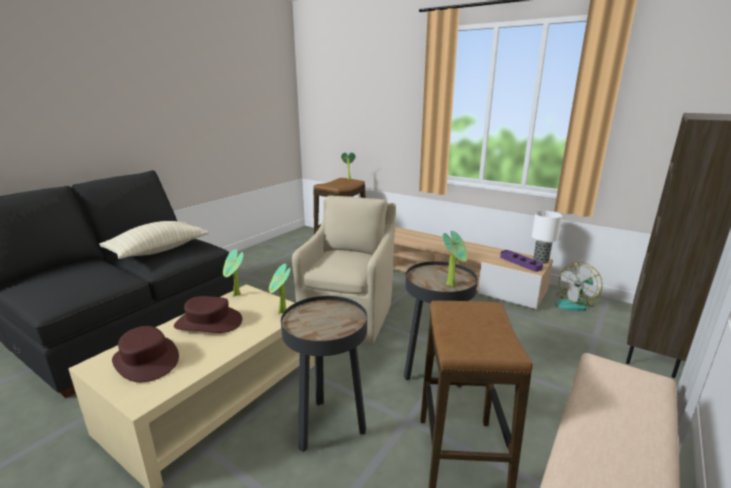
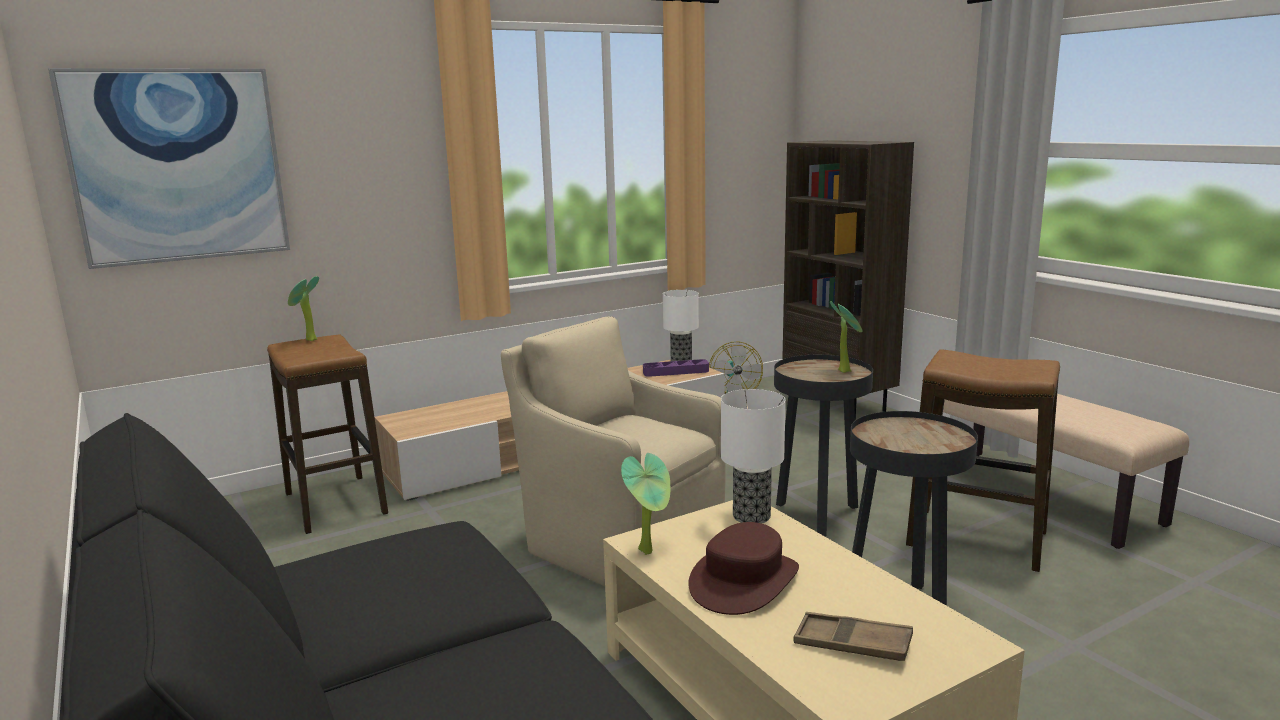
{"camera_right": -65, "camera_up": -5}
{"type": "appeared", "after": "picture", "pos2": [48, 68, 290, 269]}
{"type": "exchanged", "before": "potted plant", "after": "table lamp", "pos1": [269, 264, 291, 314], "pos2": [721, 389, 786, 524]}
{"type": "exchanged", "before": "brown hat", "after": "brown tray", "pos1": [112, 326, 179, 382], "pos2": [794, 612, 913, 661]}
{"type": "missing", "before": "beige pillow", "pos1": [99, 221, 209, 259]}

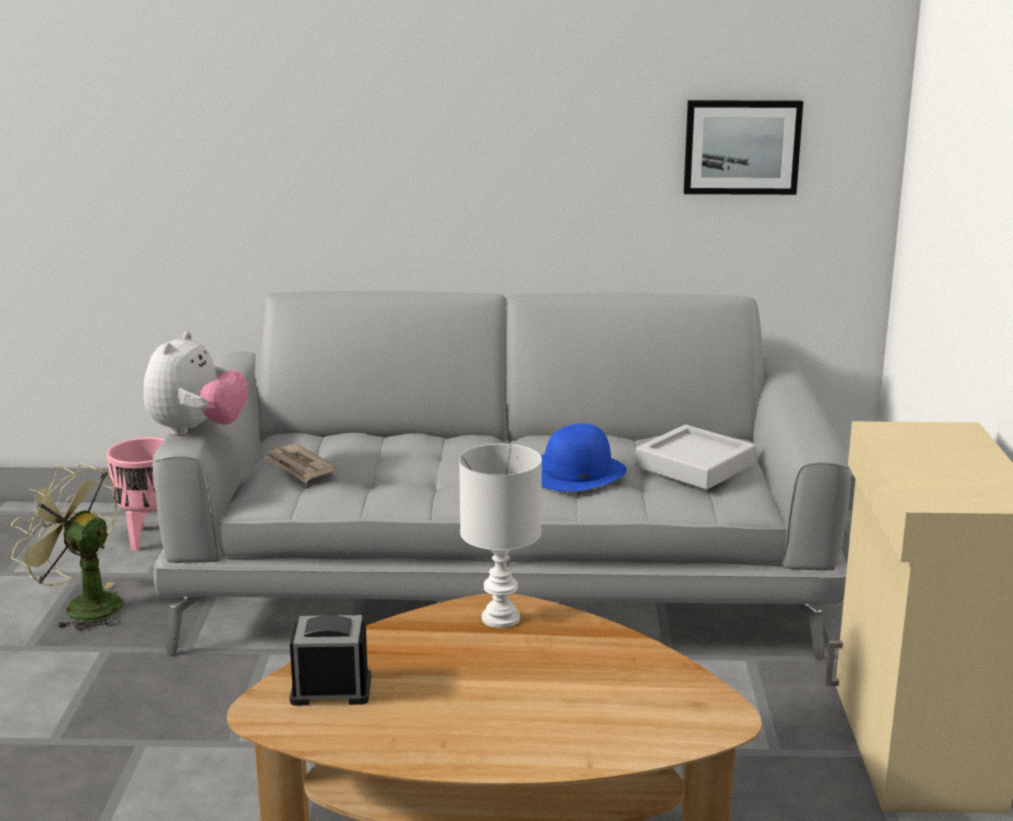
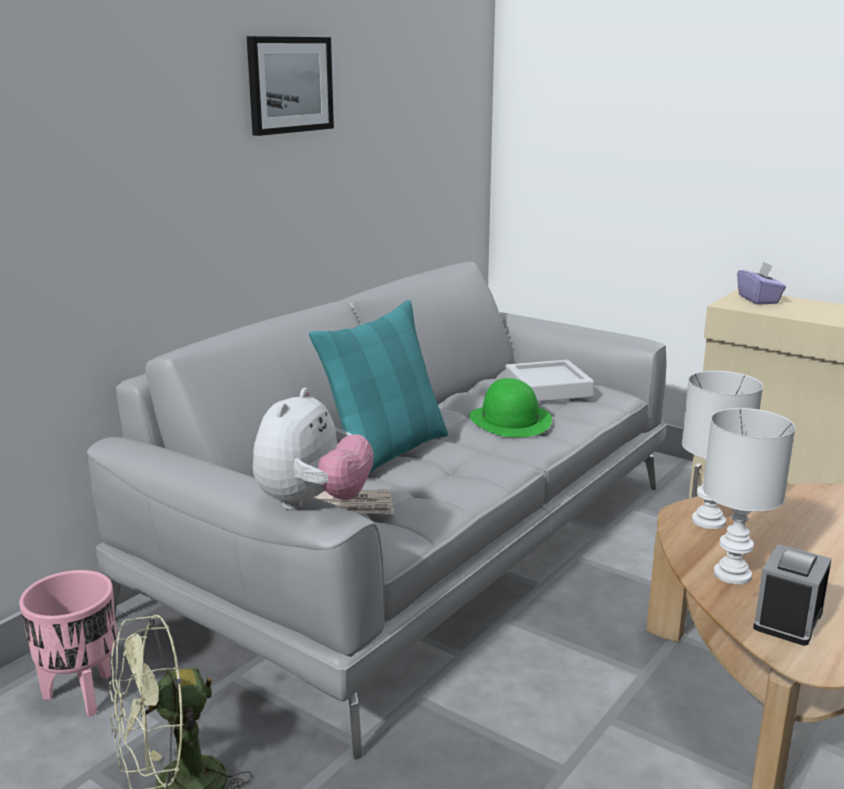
{"camera_right": -55, "camera_up": 0}
{"type": "relocated", "before": "picture", "pos1": [684, 100, 803, 195], "pos2": [247, 36, 334, 136]}
{"type": "spun", "before": "plush toy", "pos1": [143, 331, 248, 436], "pos2": [253, 388, 374, 510], "turn": 60}
{"type": "appeared", "after": "turquoise pillow", "pos2": [309, 300, 448, 474]}
{"type": "colour", "before": "blue hat", "after": "green hat", "pos1": [541, 423, 627, 492], "pos2": [469, 378, 552, 437]}
{"type": "appeared", "after": "white table lamp", "pos2": [703, 408, 795, 584]}
{"type": "appeared", "after": "purple tissue box", "pos2": [737, 262, 786, 305]}

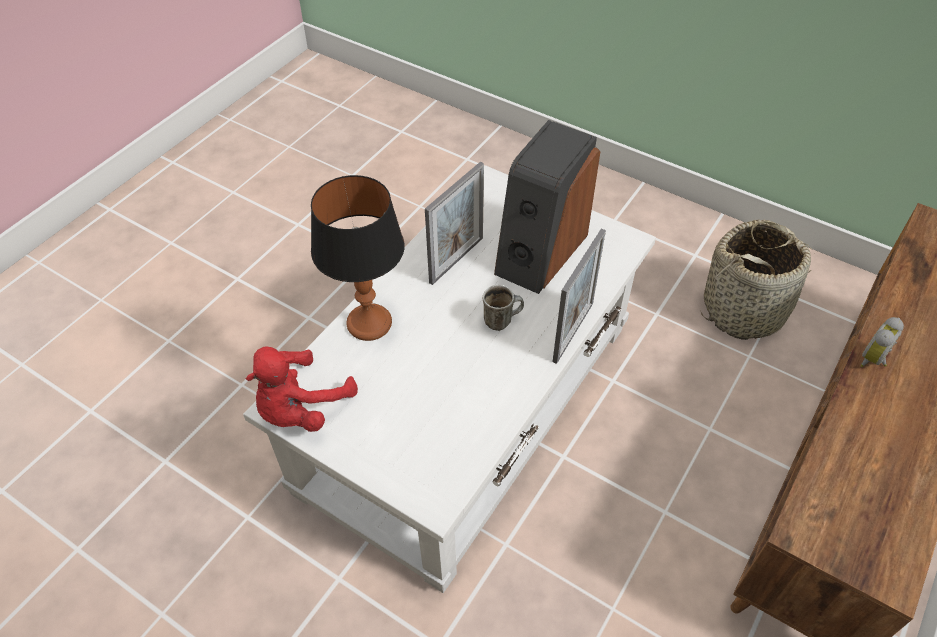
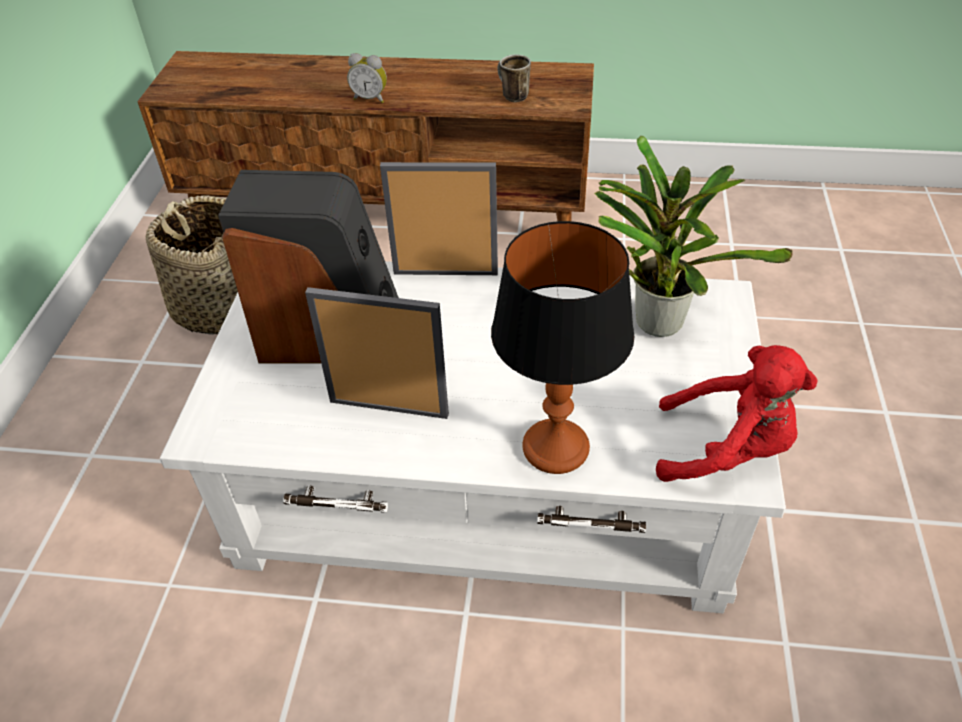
{"camera_right": -115, "camera_up": -5}
{"type": "relocated", "before": "mug", "pos1": [483, 285, 524, 331], "pos2": [497, 55, 531, 102]}
{"type": "appeared", "after": "potted plant", "pos2": [594, 136, 793, 337]}

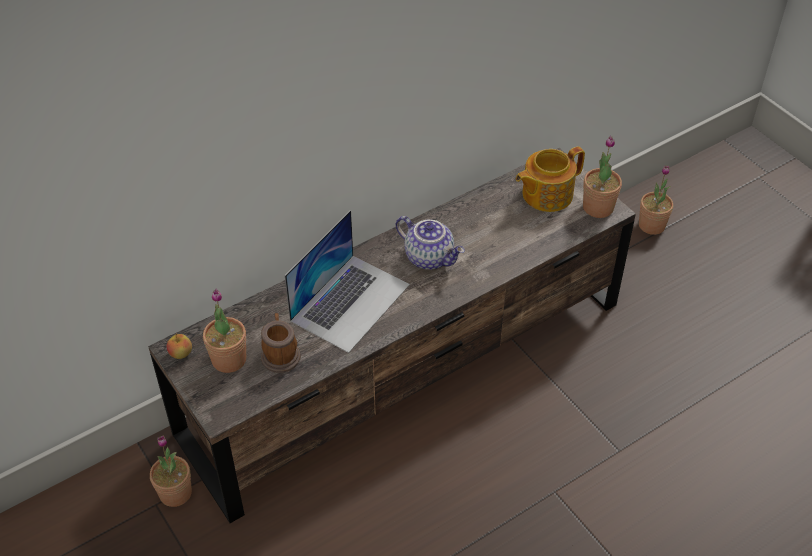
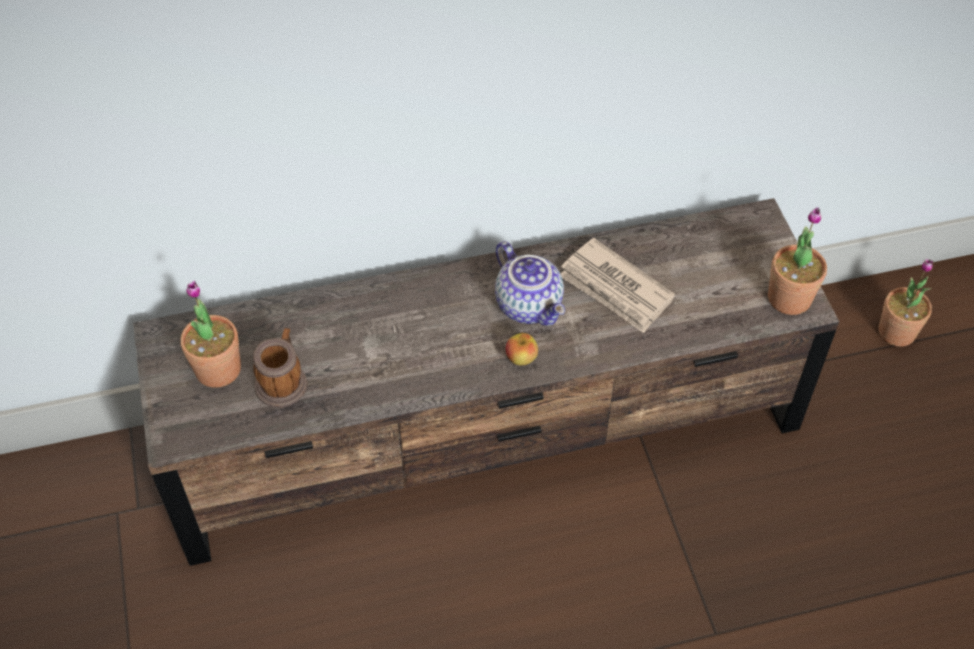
{"camera_right": 20, "camera_up": 5}
{"type": "relocated", "before": "apple", "pos1": [167, 333, 192, 359], "pos2": [506, 333, 538, 365]}
{"type": "appeared", "after": "newspaper", "pos2": [560, 238, 675, 333]}
{"type": "missing", "before": "potted plant", "pos1": [150, 436, 192, 507]}
{"type": "missing", "before": "laptop", "pos1": [285, 210, 410, 353]}
{"type": "missing", "before": "teapot", "pos1": [516, 146, 585, 212]}

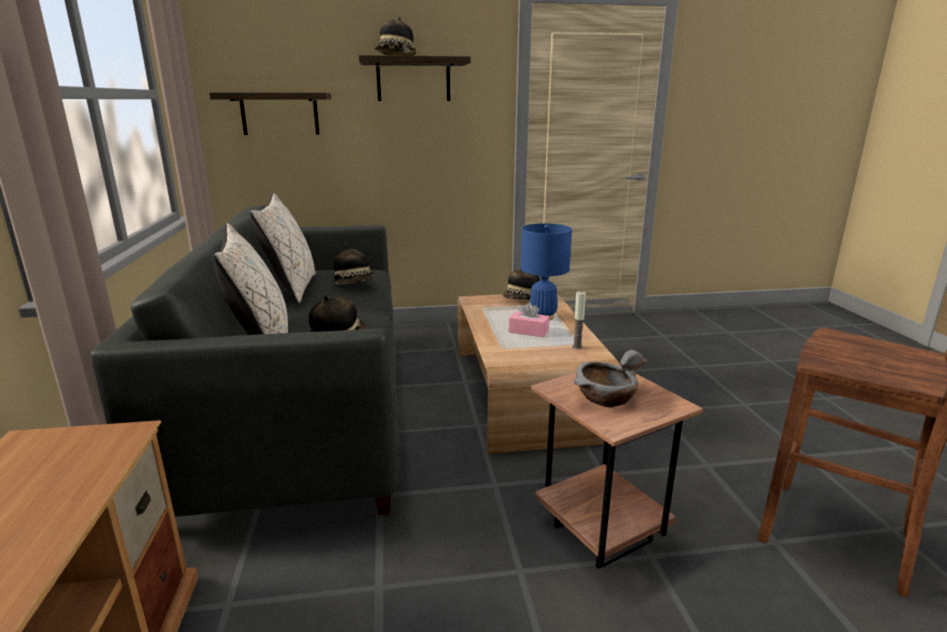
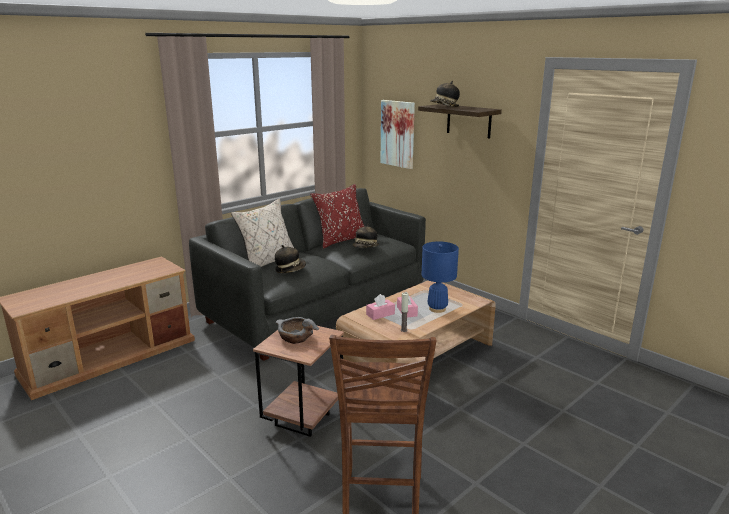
{"camera_right": 55, "camera_up": 0}
{"type": "colour", "before": "beige pillow", "after": "red pillow", "pos1": [250, 193, 316, 303], "pos2": [310, 184, 364, 248]}
{"type": "appeared", "after": "pink tissue box", "pos2": [366, 294, 395, 320]}
{"type": "exchanged", "before": "shelf", "after": "picture", "pos1": [209, 92, 331, 135], "pos2": [381, 100, 415, 169]}
{"type": "missing", "before": "hat", "pos1": [502, 268, 540, 300]}

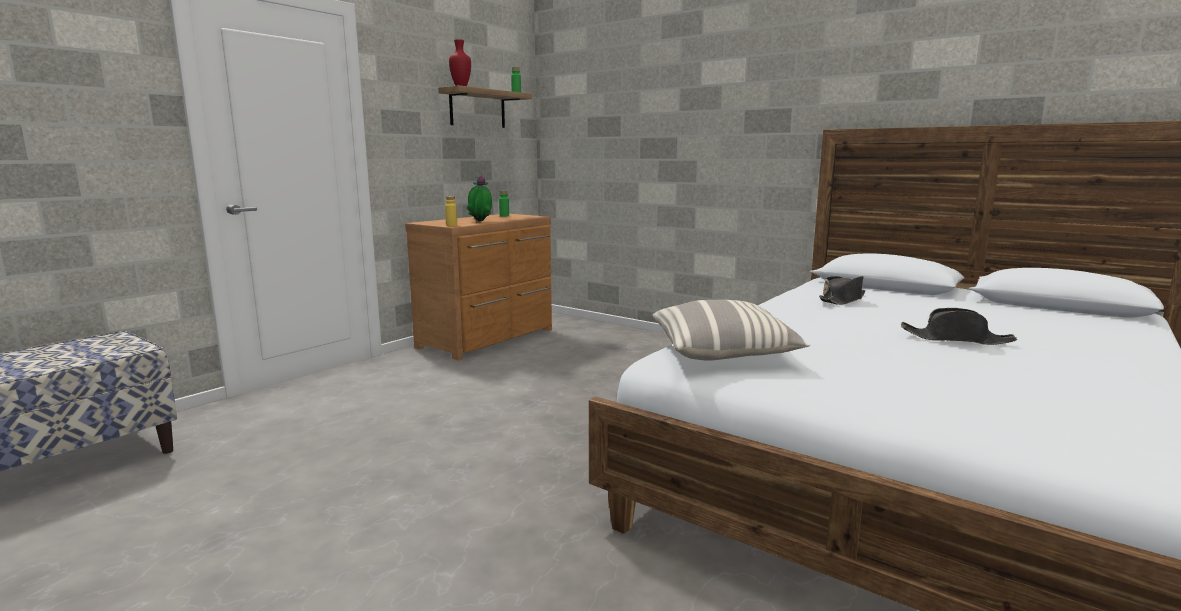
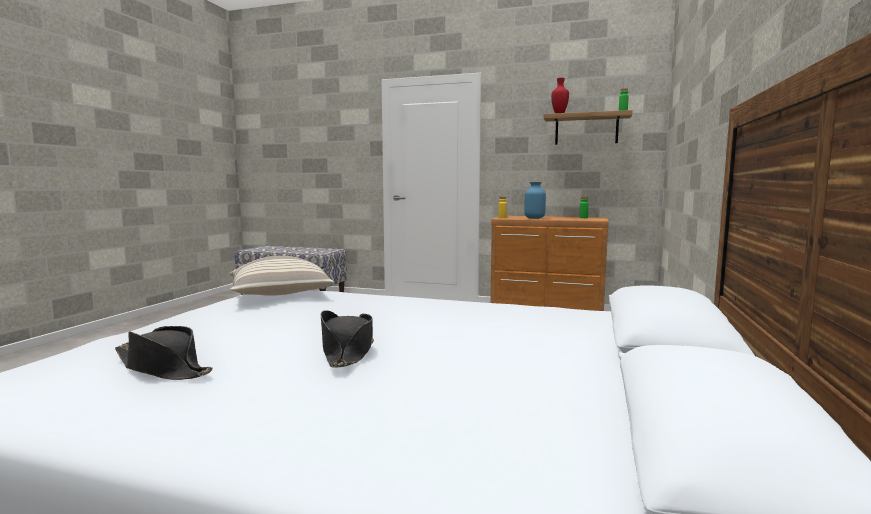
{"camera_right": 70, "camera_up": -5}
{"type": "relocated", "before": "black hat", "pos1": [819, 276, 865, 305], "pos2": [115, 326, 213, 380]}
{"type": "exchanged", "before": "potted plant", "after": "blue vase", "pos1": [466, 176, 492, 222], "pos2": [524, 182, 546, 219]}

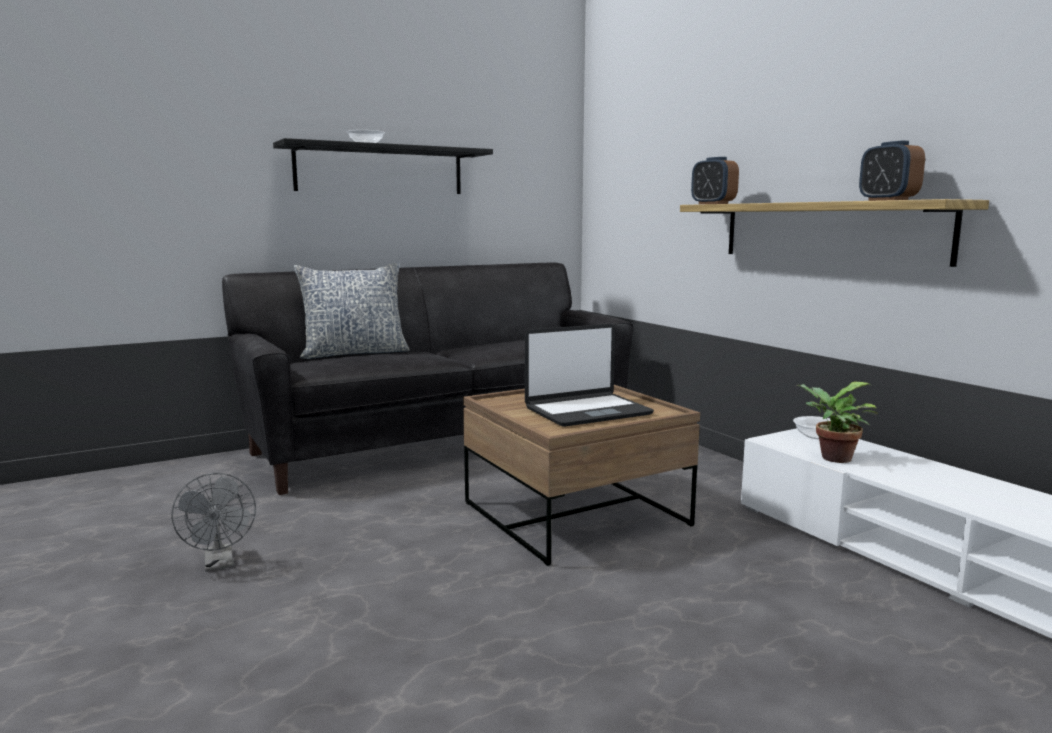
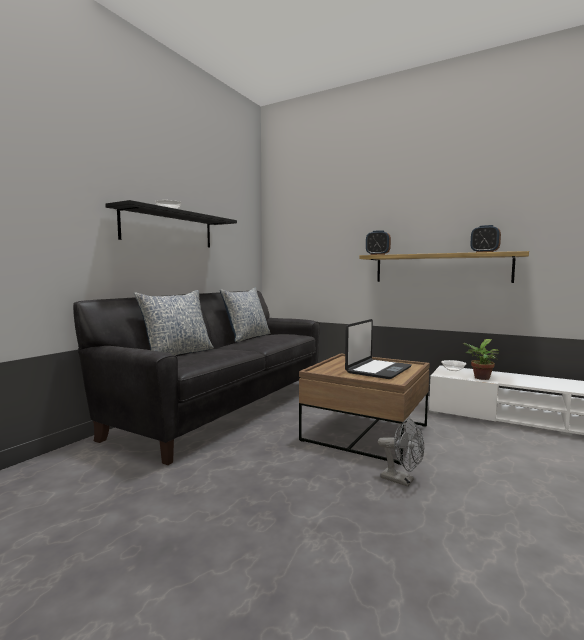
{"camera_right": -30, "camera_up": -5}
{"type": "appeared", "after": "pillow", "pos2": [220, 288, 270, 342]}
{"type": "relocated", "before": "grey fan", "pos1": [171, 473, 256, 572], "pos2": [378, 418, 425, 487]}

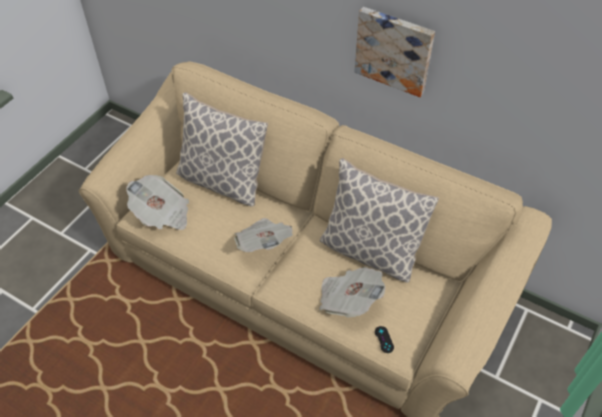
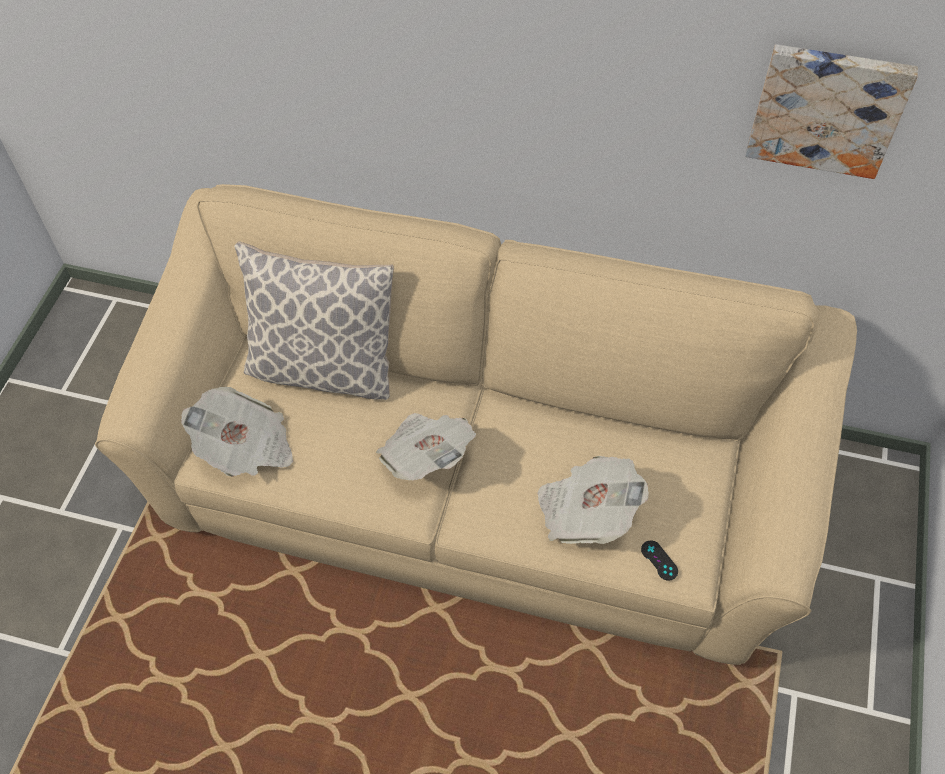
{"camera_right": -15, "camera_up": 5}
{"type": "relocated", "before": "picture", "pos1": [354, 7, 435, 97], "pos2": [745, 44, 918, 179]}
{"type": "missing", "before": "pillow", "pos1": [320, 158, 439, 283]}

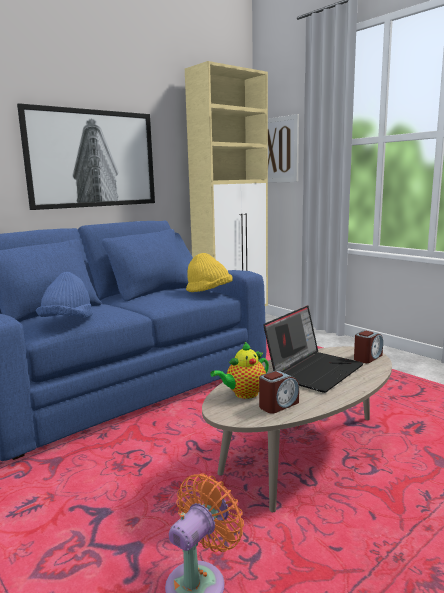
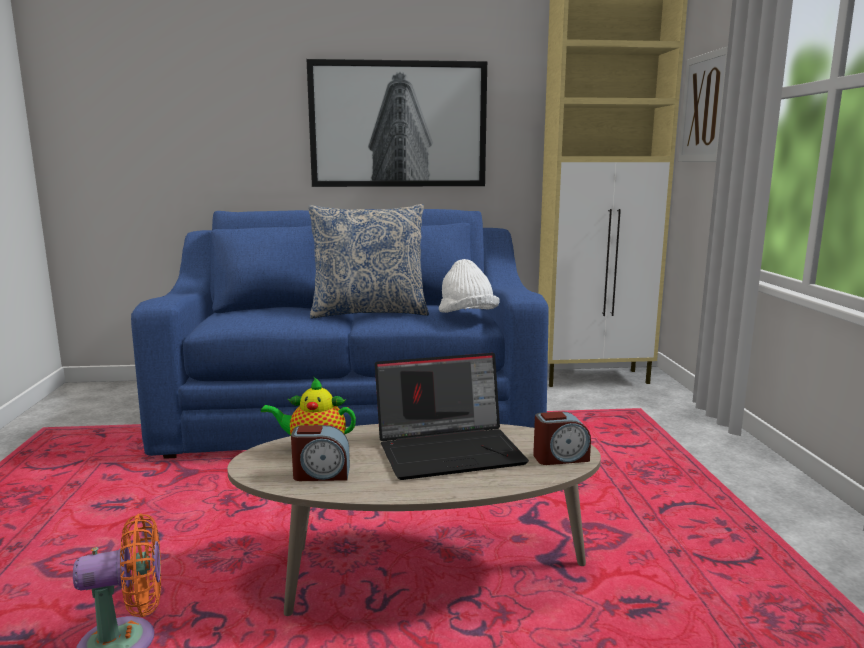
{"camera_right": 35, "camera_up": 0}
{"type": "appeared", "after": "pillow", "pos2": [308, 204, 429, 318]}
{"type": "colour", "before": "yellow hat", "after": "white hat", "pos1": [186, 253, 233, 292], "pos2": [439, 259, 500, 313]}
{"type": "missing", "before": "blue hat", "pos1": [36, 272, 93, 318]}

